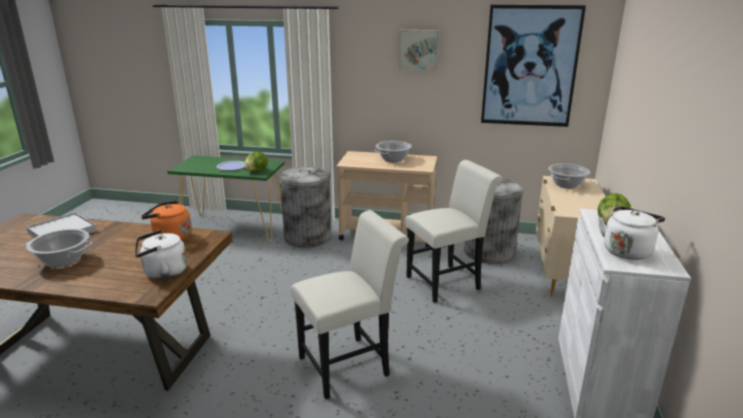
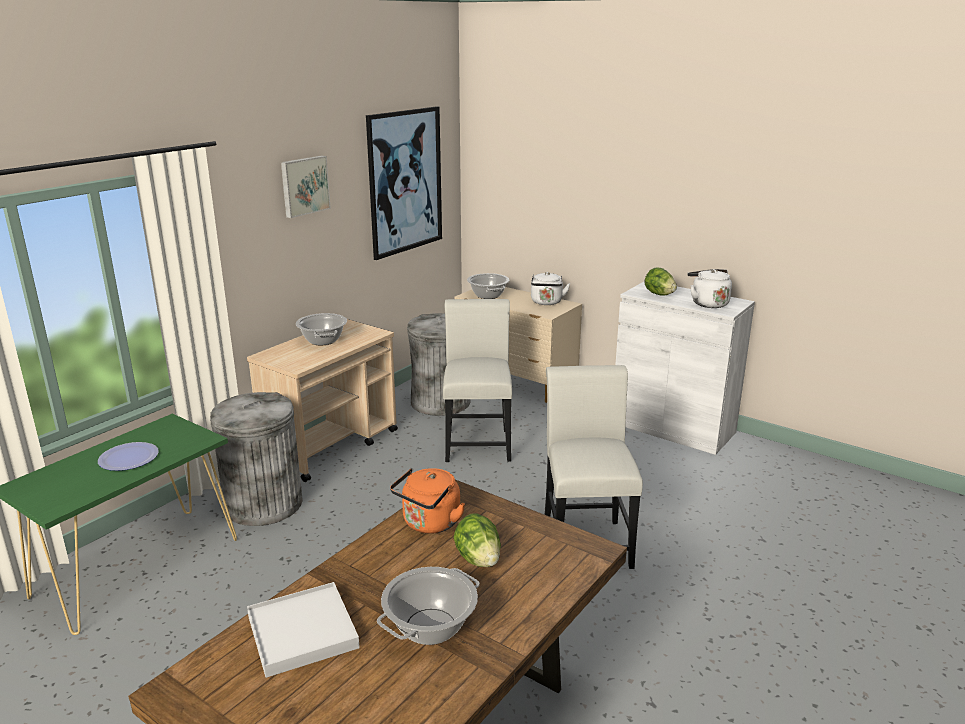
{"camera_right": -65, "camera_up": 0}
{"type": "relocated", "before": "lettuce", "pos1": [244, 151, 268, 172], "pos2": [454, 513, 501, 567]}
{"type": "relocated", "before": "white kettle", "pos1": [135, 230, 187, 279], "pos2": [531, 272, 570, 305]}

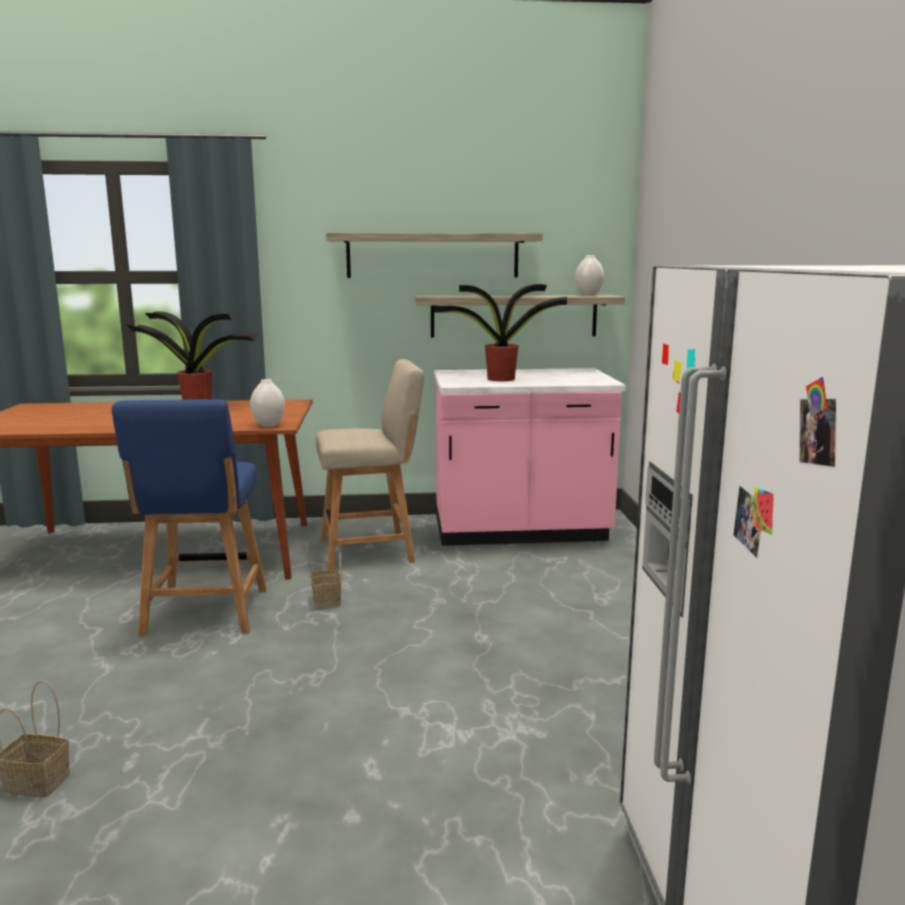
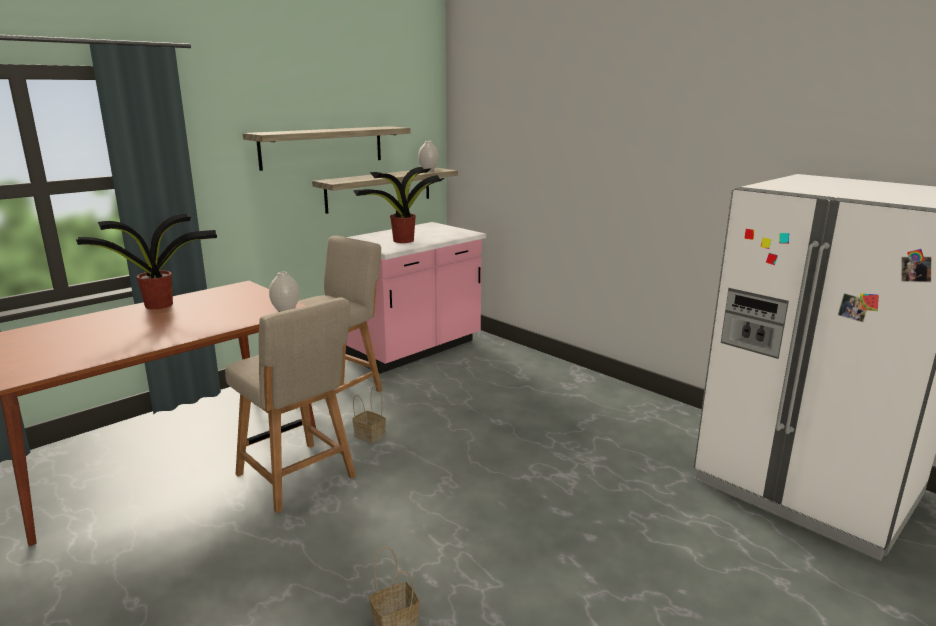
{"camera_right": -40, "camera_up": 5}
{"type": "colour", "before": "blue chair", "after": "beige chair", "pos1": [112, 399, 267, 636], "pos2": [225, 297, 356, 513]}

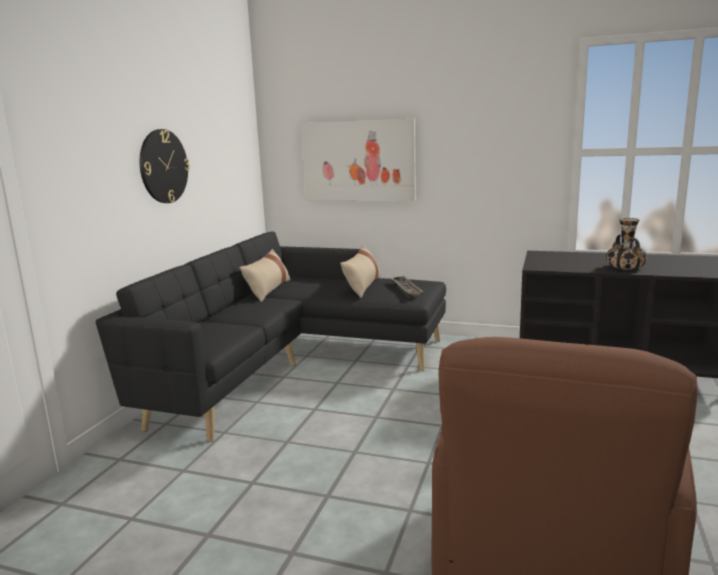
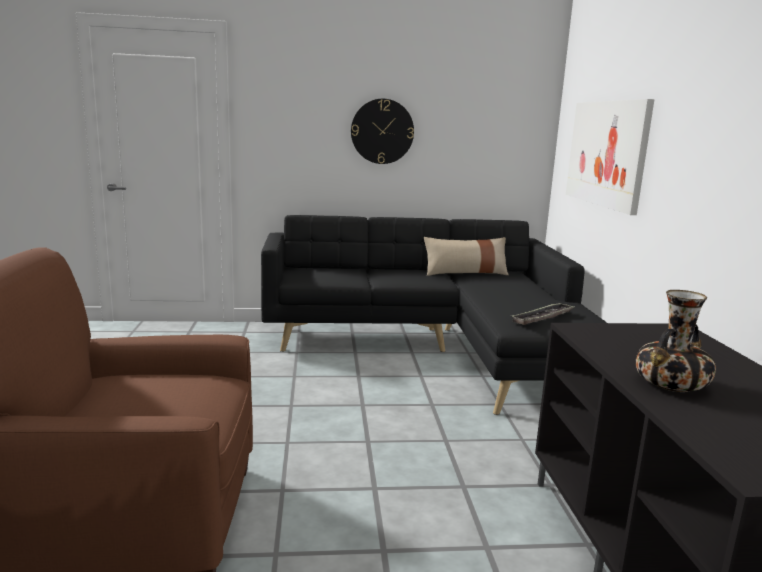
{"camera_right": 65, "camera_up": 0}
{"type": "missing", "before": "beige pillow", "pos1": [340, 245, 381, 298]}

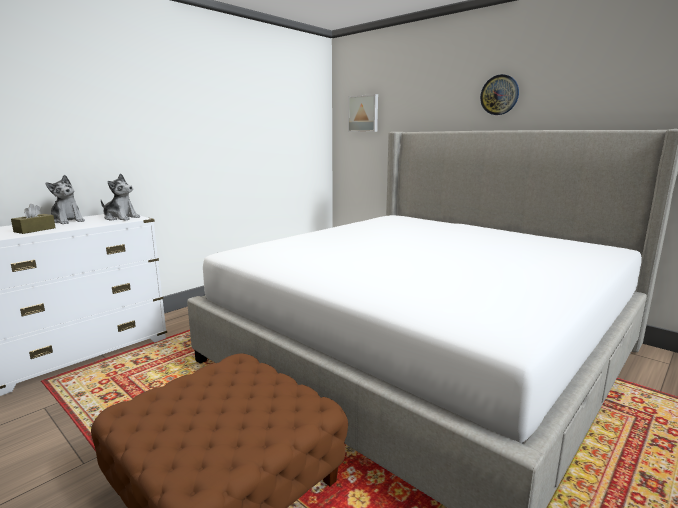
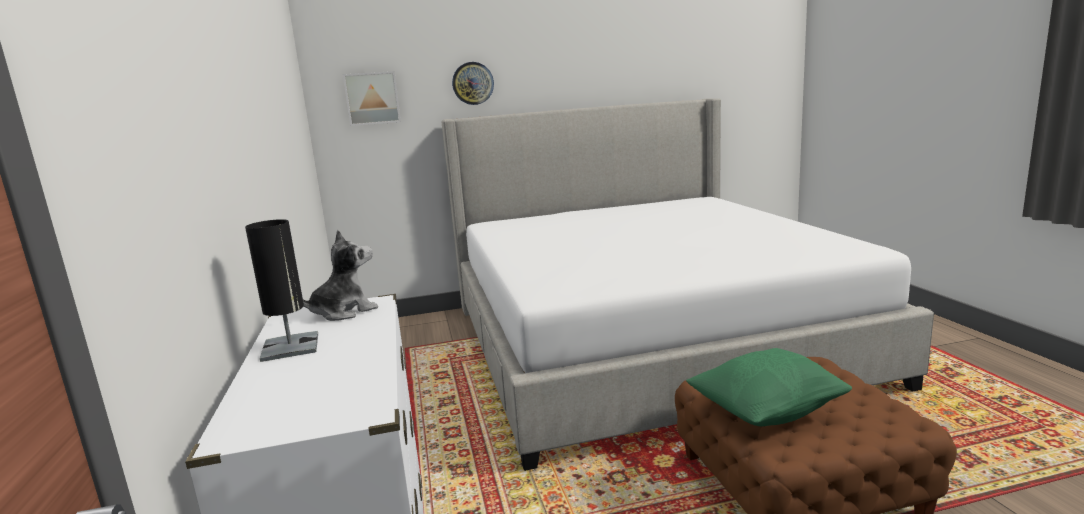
{"camera_right": -55, "camera_up": 0}
{"type": "exchanged", "before": "plush toy", "after": "black table lamp", "pos1": [46, 175, 85, 224], "pos2": [245, 219, 318, 362]}
{"type": "relocated", "before": "wall clock", "pos1": [480, 74, 519, 115], "pos2": [452, 62, 494, 105]}
{"type": "appeared", "after": "green pillow", "pos2": [686, 348, 852, 426]}
{"type": "missing", "before": "brown tissue box", "pos1": [11, 204, 56, 234]}

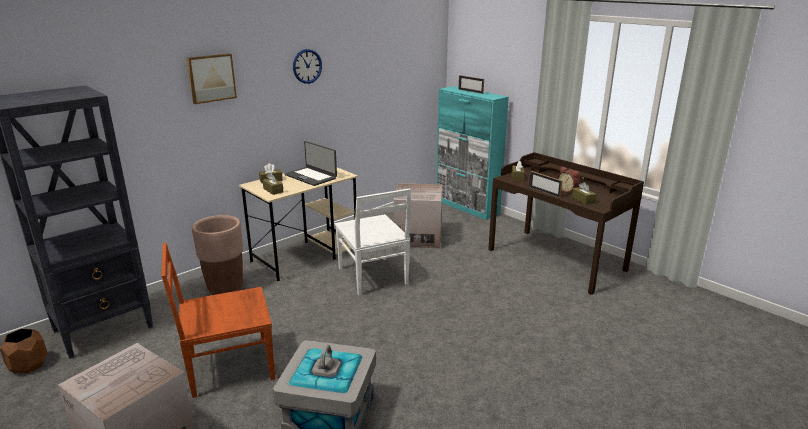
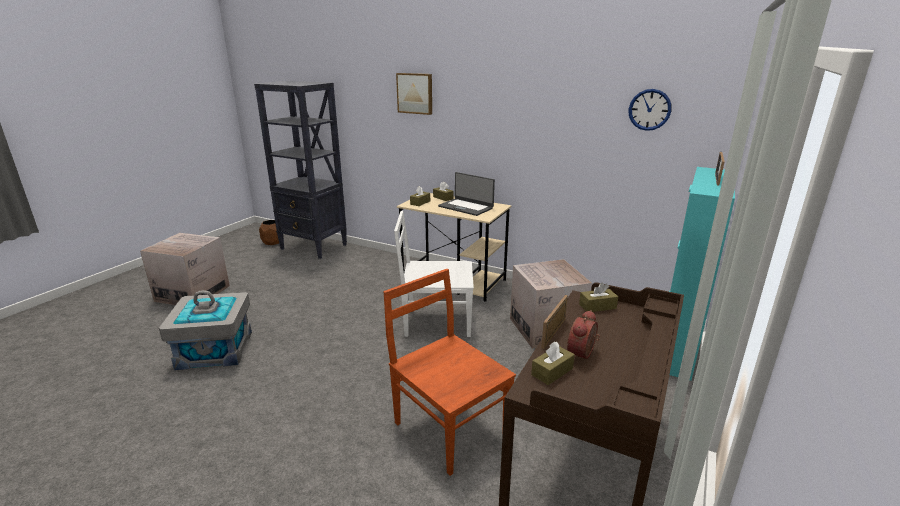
{"camera_right": 70, "camera_up": 0}
{"type": "relocated", "before": "brown chair", "pos1": [161, 243, 275, 398], "pos2": [384, 269, 516, 476]}
{"type": "spun", "before": "white chair", "pos1": [335, 188, 411, 296], "pos2": [394, 211, 474, 337], "turn": 45}
{"type": "spun", "before": "laptop", "pos1": [285, 141, 337, 186], "pos2": [438, 172, 495, 216], "turn": -75}
{"type": "relocated", "before": "wall clock", "pos1": [293, 49, 322, 84], "pos2": [629, 89, 672, 131]}
{"type": "missing", "before": "brown planter", "pos1": [192, 215, 243, 295]}

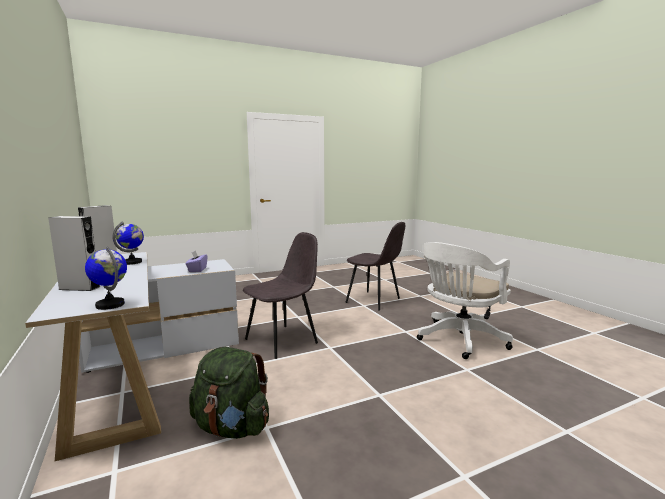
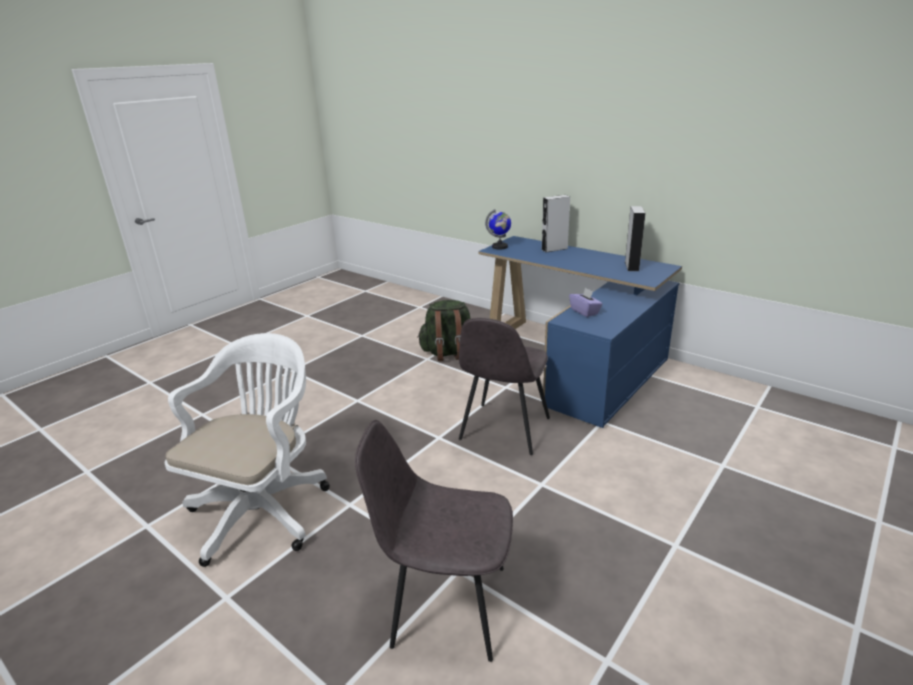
{"camera_right": 155, "camera_up": 15}
{"type": "colour", "before": "white desk", "after": "blue desk", "pos1": [25, 252, 239, 461], "pos2": [478, 236, 682, 428]}
{"type": "missing", "before": "globe", "pos1": [112, 222, 144, 265]}

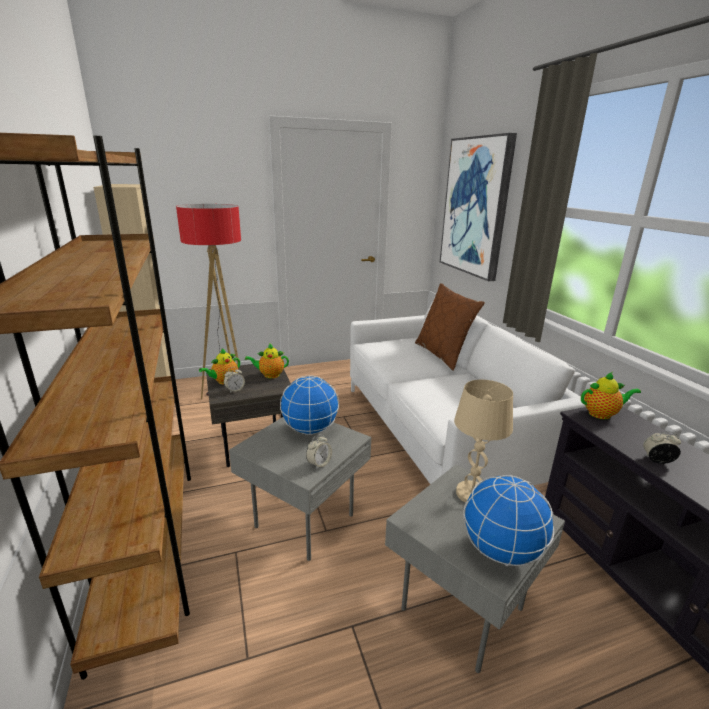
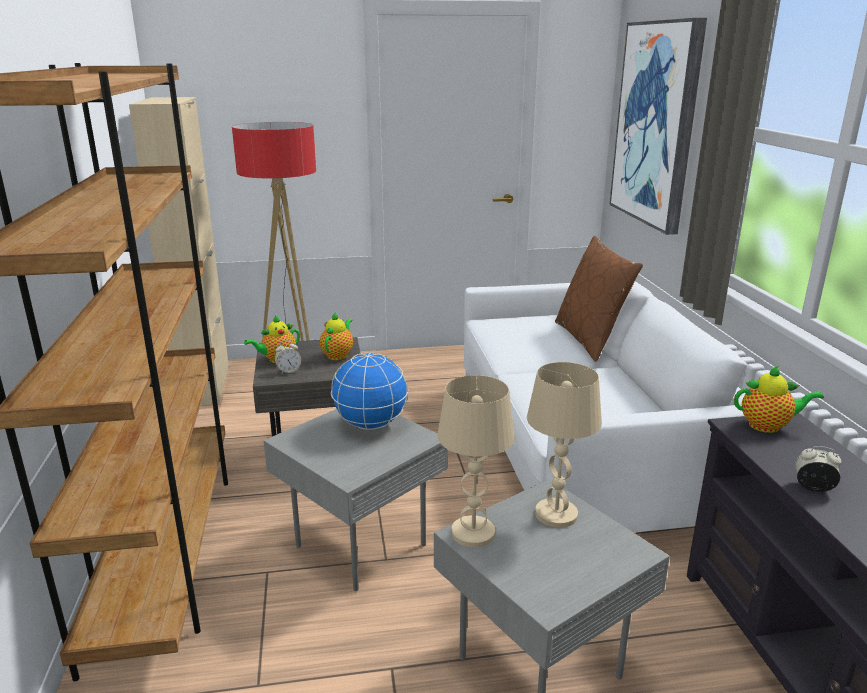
{"camera_right": 10, "camera_up": 0}
{"type": "spun", "before": "teapot", "pos1": [245, 343, 289, 378], "pos2": [320, 312, 353, 360], "turn": 105}
{"type": "appeared", "after": "beige table lamp", "pos2": [437, 375, 515, 548]}
{"type": "missing", "before": "alarm clock", "pos1": [306, 434, 332, 470]}
{"type": "missing", "before": "globe", "pos1": [463, 475, 554, 566]}

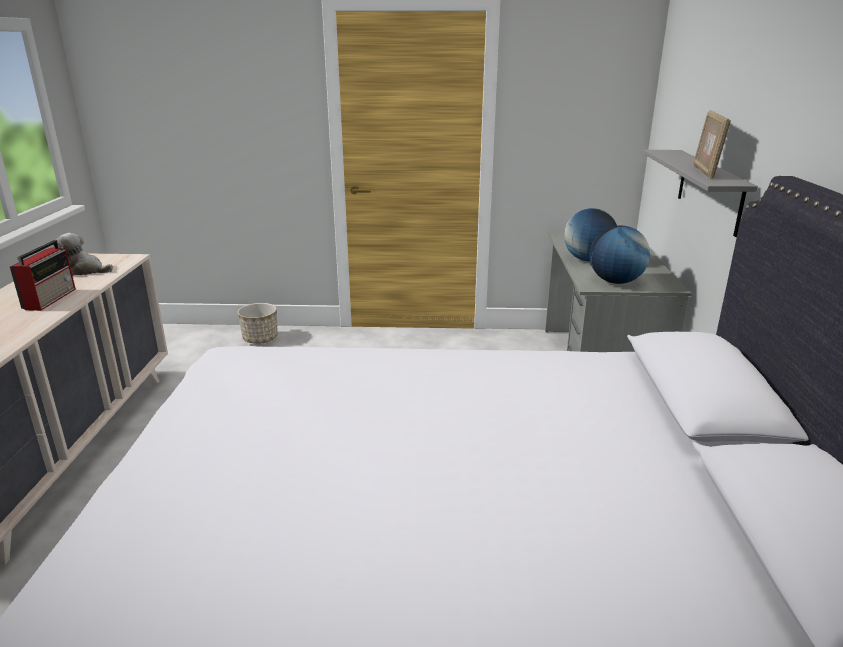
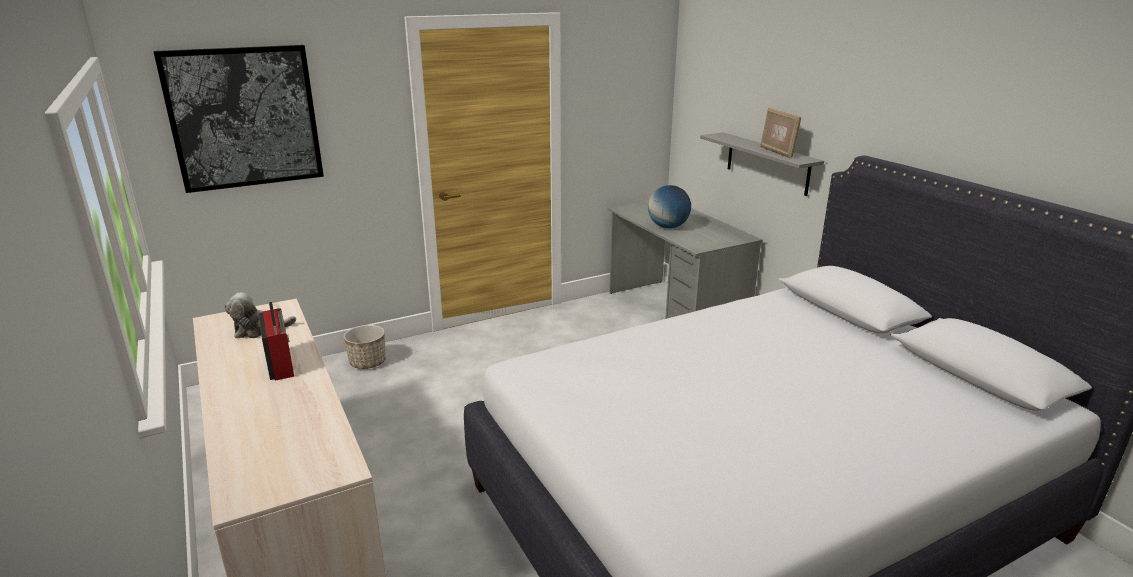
{"camera_right": -30, "camera_up": 0}
{"type": "appeared", "after": "picture", "pos2": [154, 45, 324, 193]}
{"type": "missing", "before": "globe", "pos1": [590, 225, 650, 284]}

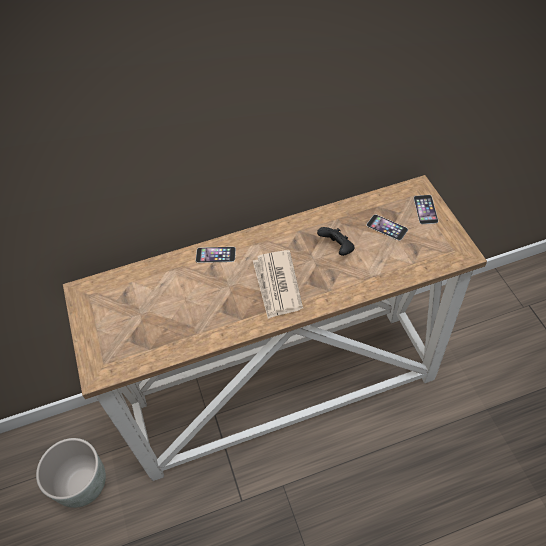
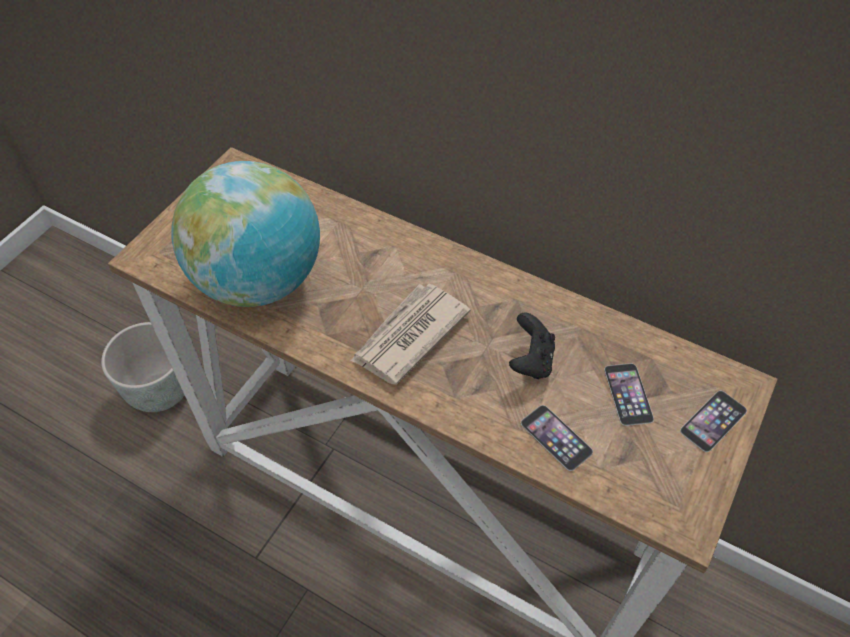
{"camera_right": 45, "camera_up": 0}
{"type": "appeared", "after": "globe", "pos2": [171, 161, 320, 307]}
{"type": "relocated", "before": "phone", "pos1": [196, 247, 236, 263], "pos2": [521, 405, 593, 471]}

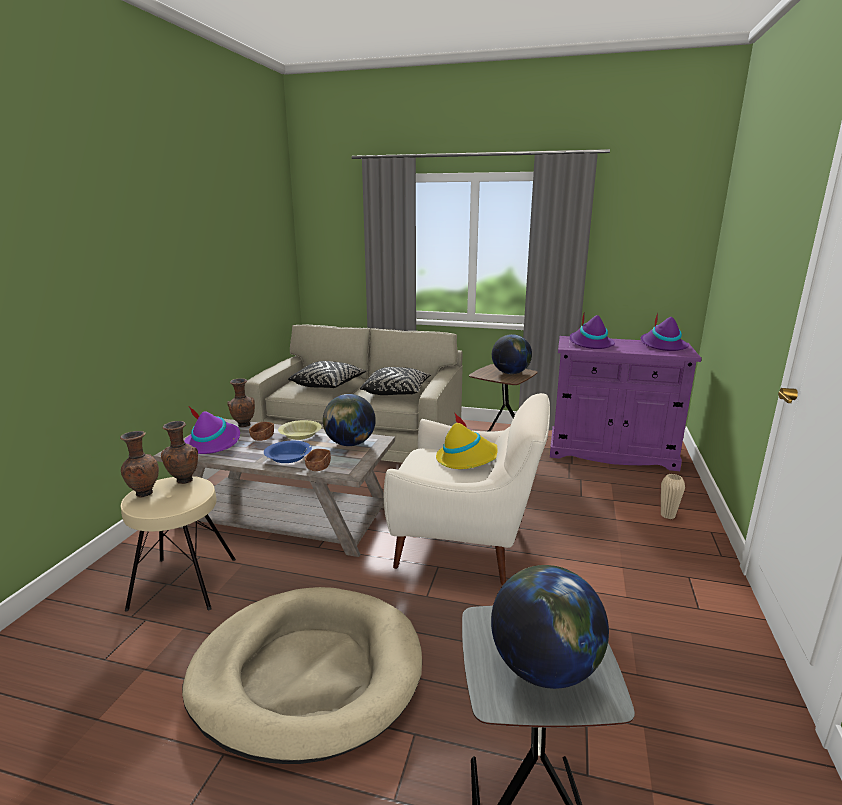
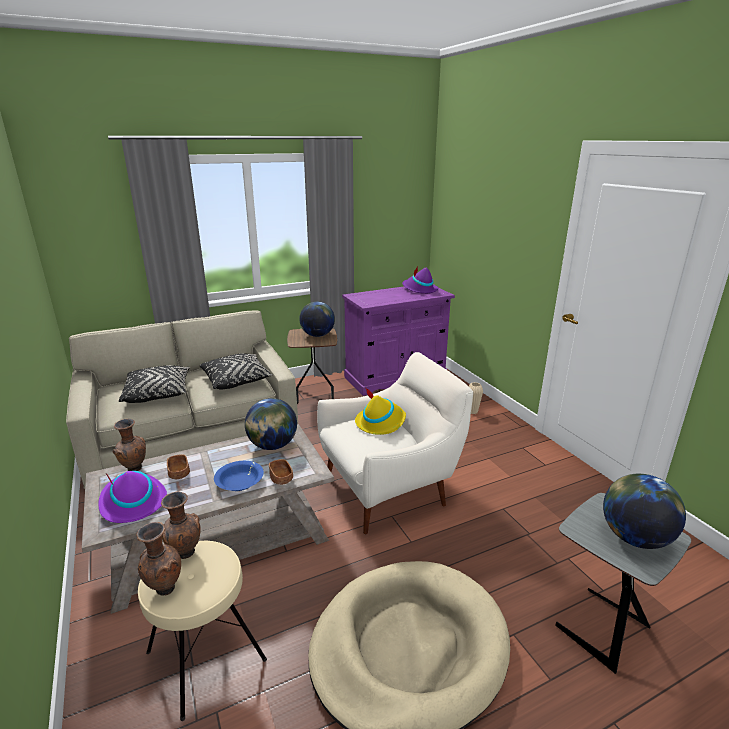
{"camera_right": -40, "camera_up": 5}
{"type": "missing", "before": "yellow bowl", "pos1": [278, 420, 322, 440]}
{"type": "missing", "before": "purple hat", "pos1": [569, 311, 615, 349]}

